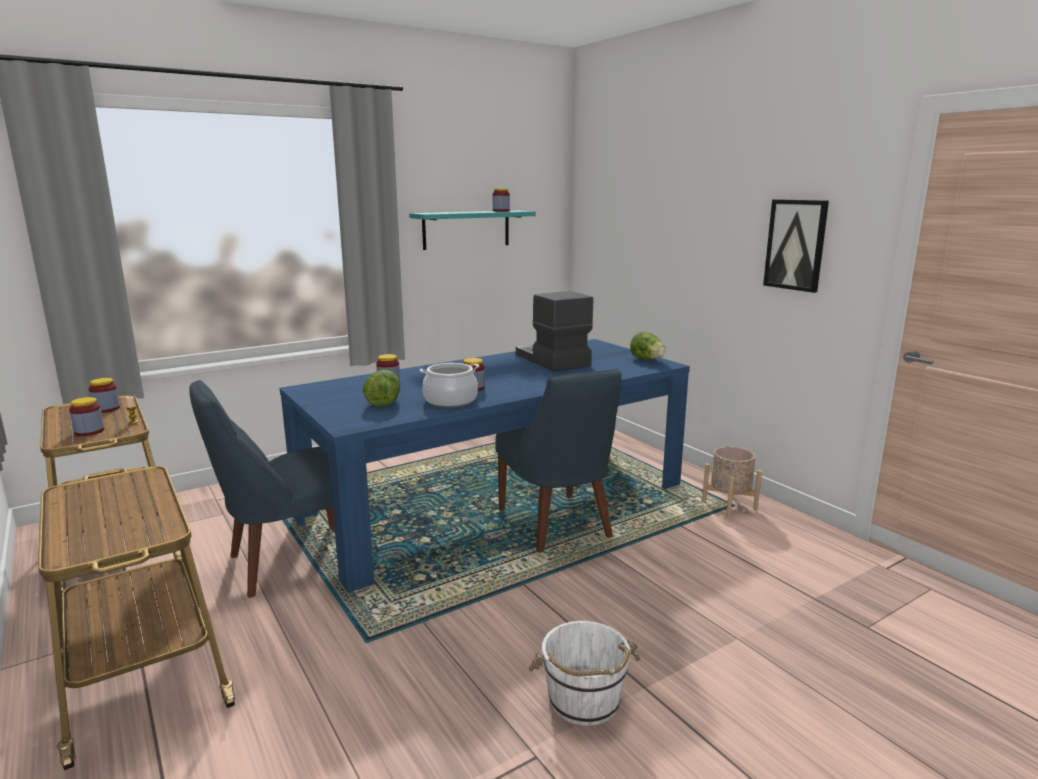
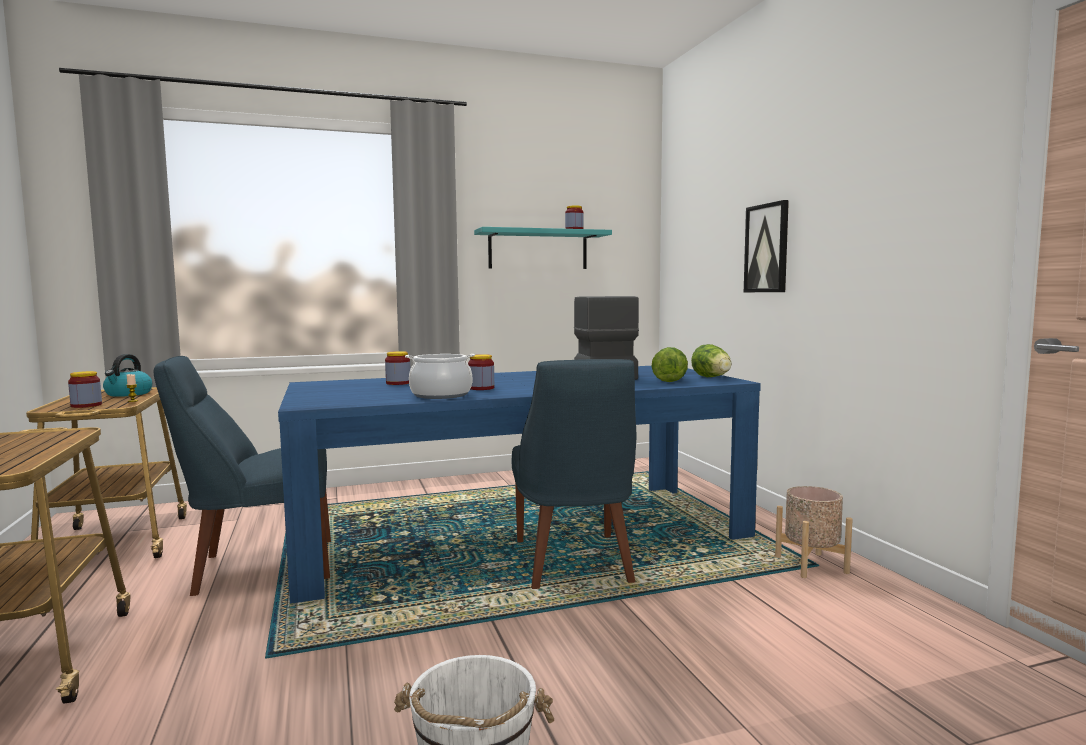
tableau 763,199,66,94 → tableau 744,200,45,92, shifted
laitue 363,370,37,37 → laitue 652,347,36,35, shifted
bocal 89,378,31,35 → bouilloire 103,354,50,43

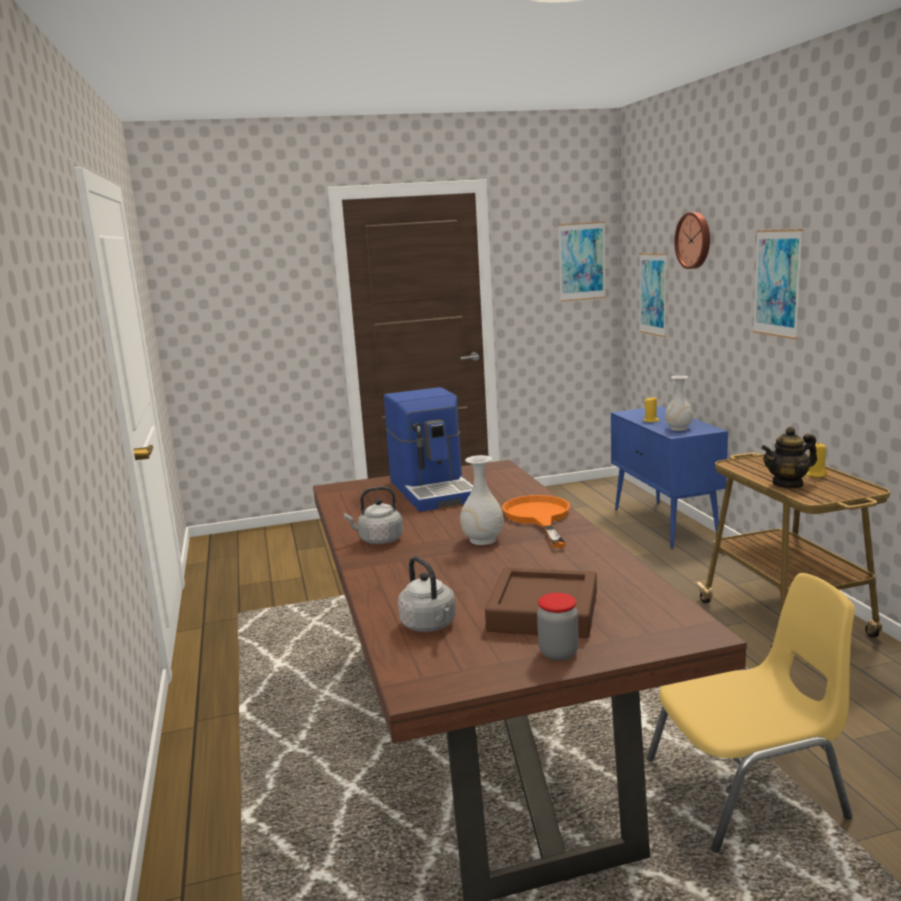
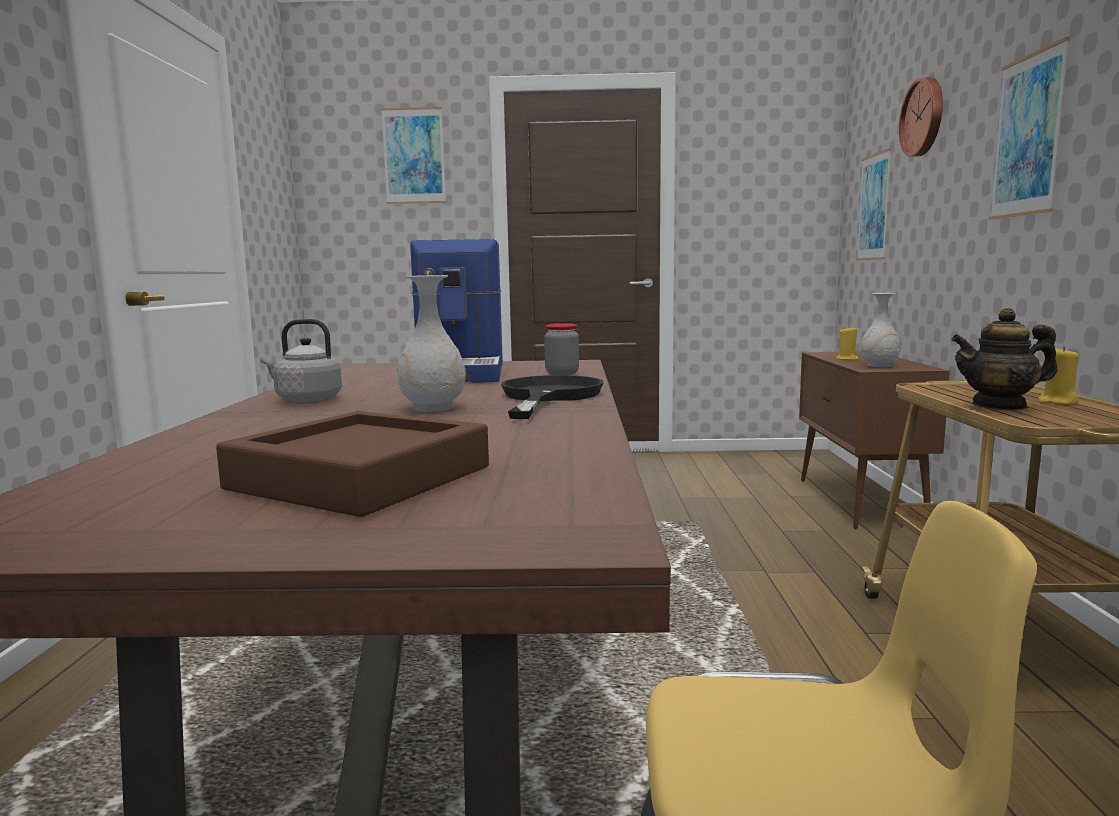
tableau 558,221,48,81 → tableau 381,107,65,97, shifted
meuble de rangement [bleu] 611,406,117,143 → meuble de rangement [marron] 799,351,151,178
poêle [orange] 502,495,68,53 → poêle [noir] 501,375,103,44
bouilloire [gris] 398,556,58,76 → -
bocal 537,593,42,68 → bocal 544,323,35,52, shifted

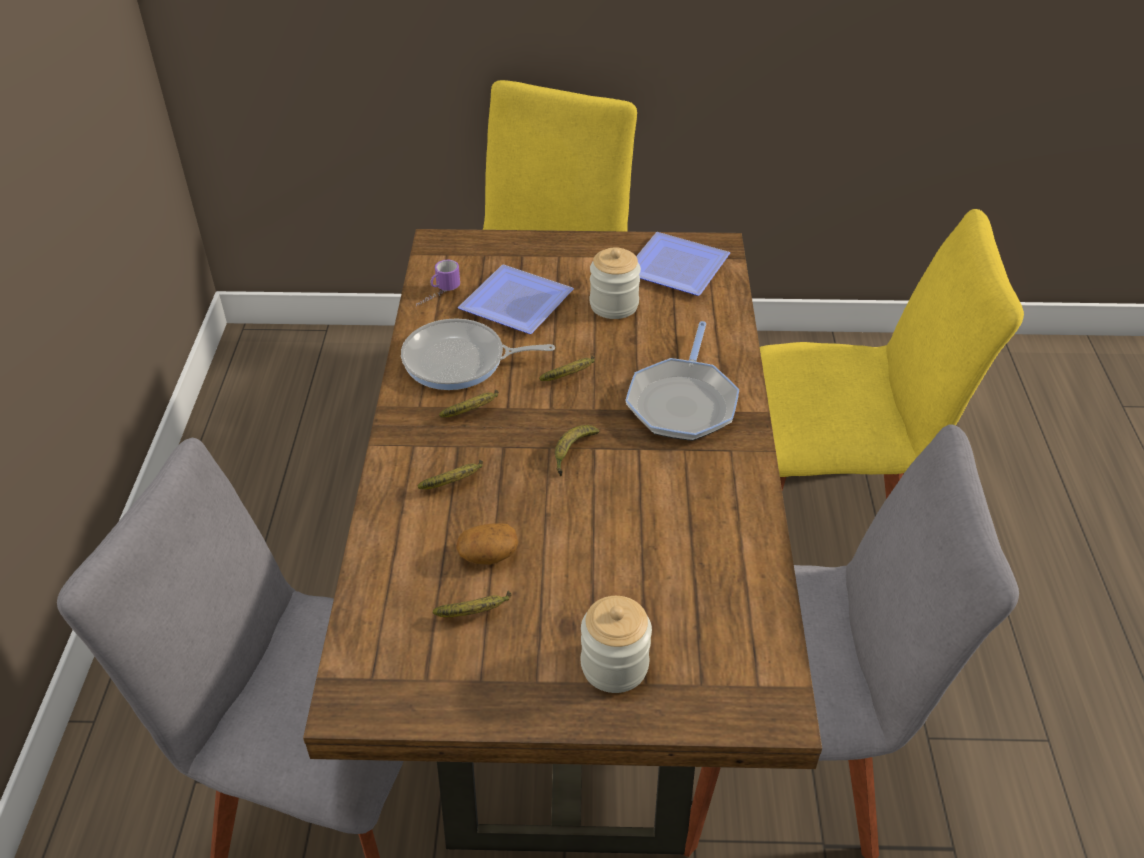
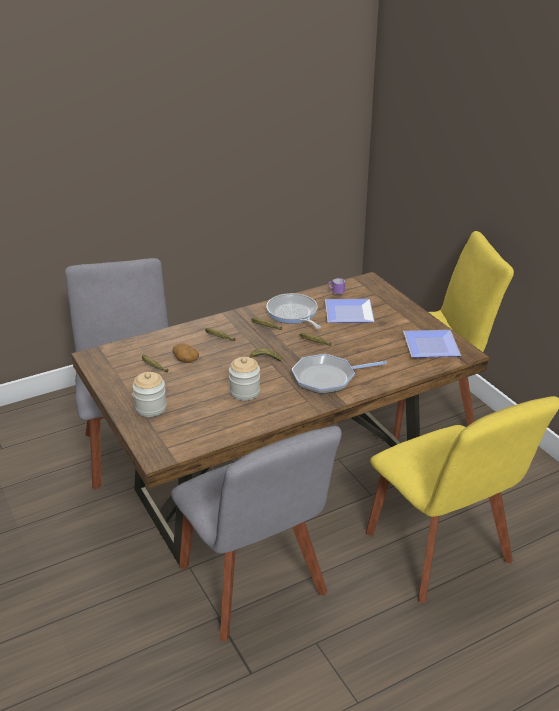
bocal 590,247,51,72 → bocal 229,357,31,44, shifted

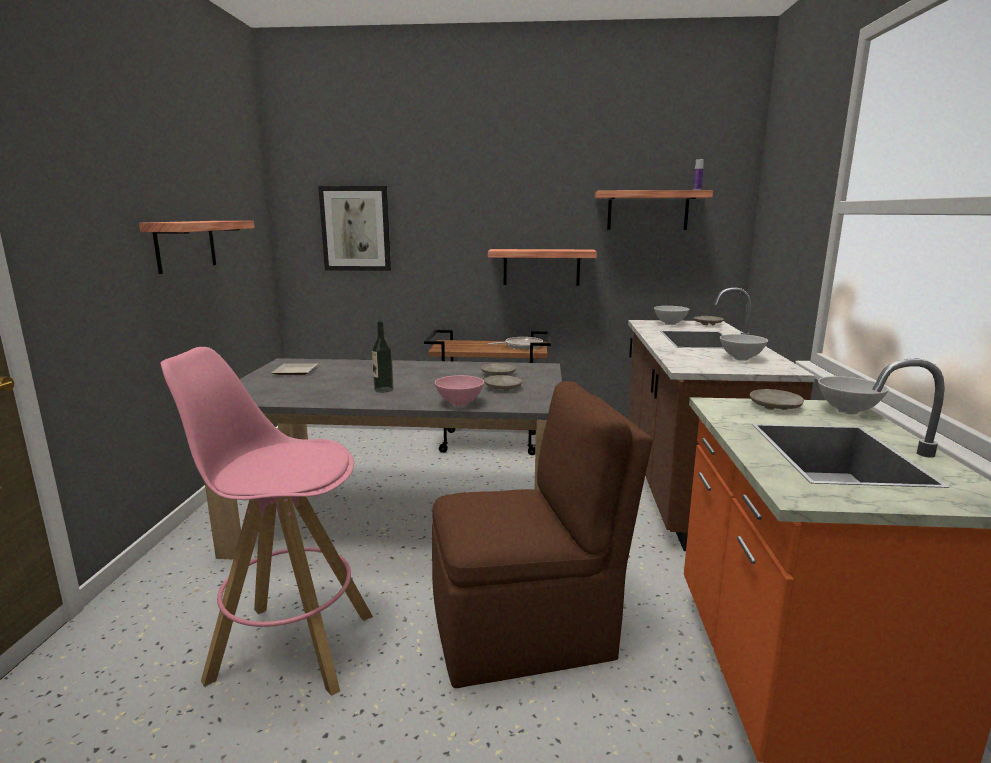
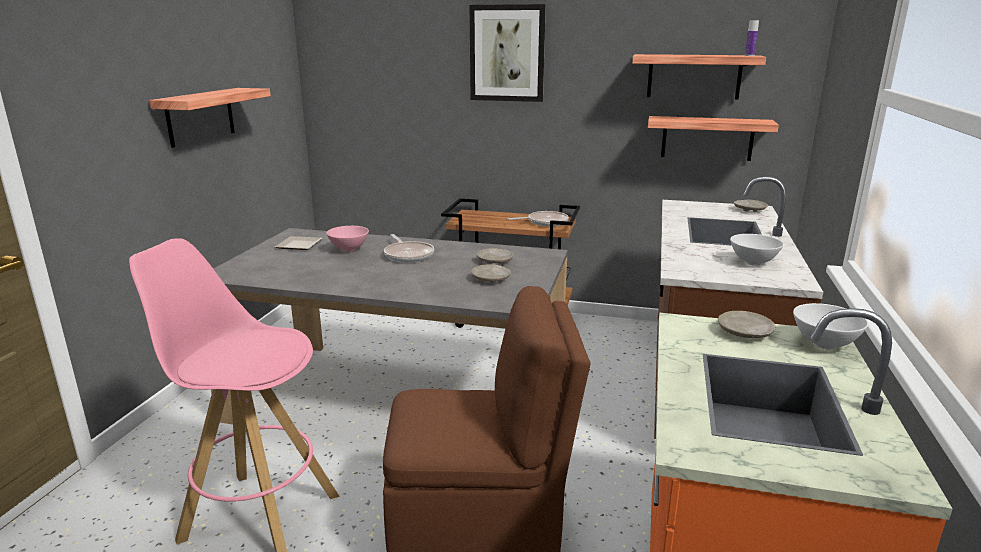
tableau 318,186,73,85 → tableau 470,4,76,98, shifted
étagère 488,249,109,37 → étagère 648,116,131,45, shifted
bol [blanc] 654,306,36,19 → -
bouteille 372,320,22,73 → -
bol [rose] 435,375,49,31 → bol [rose] 326,226,43,26, shifted
- → poêle 384,234,50,28

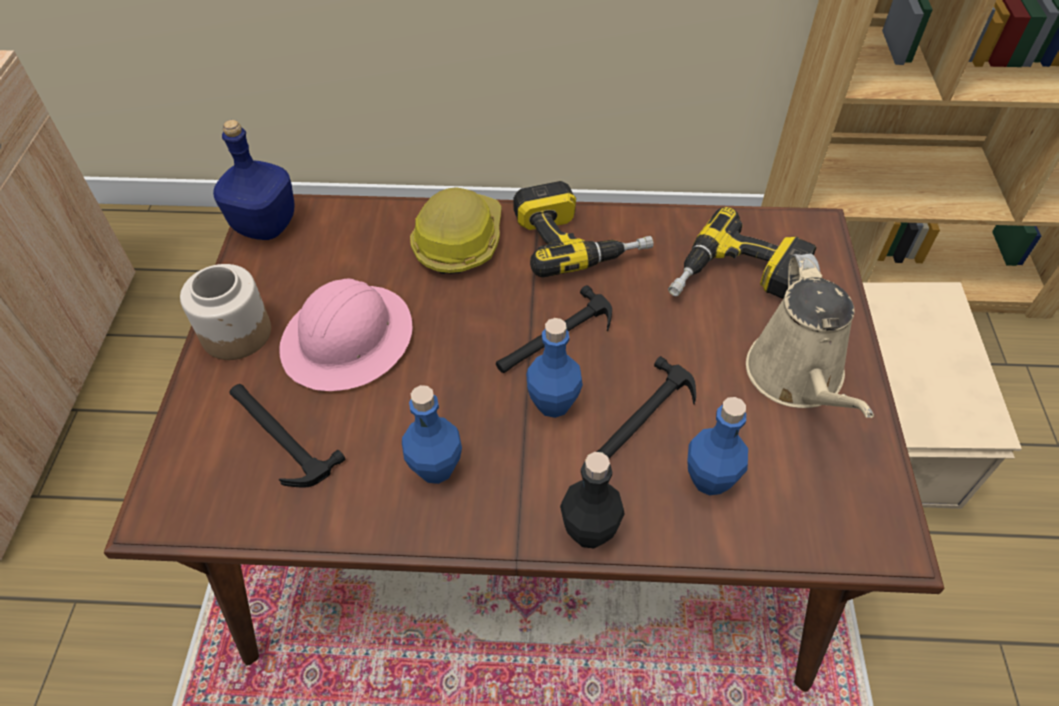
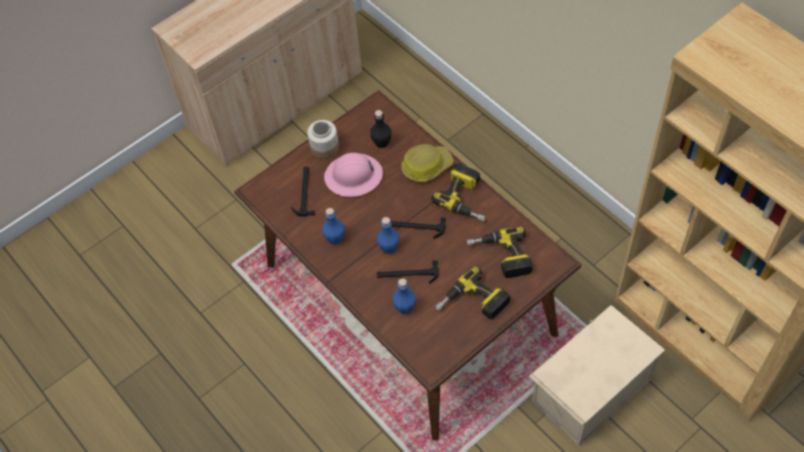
bouteille [bleu] 213,120,82,120 → -
arrosoir [beige] 746,254,128,164 → perceuse 435,266,75,53
bouteille [noir] 560,452,65,96 → bouteille [noir] 370,110,21,38, shifted

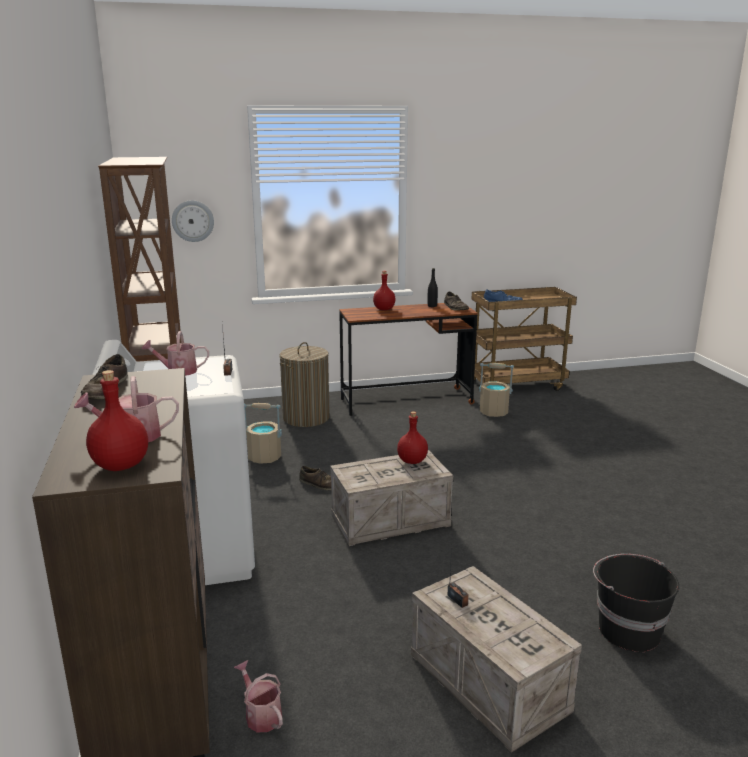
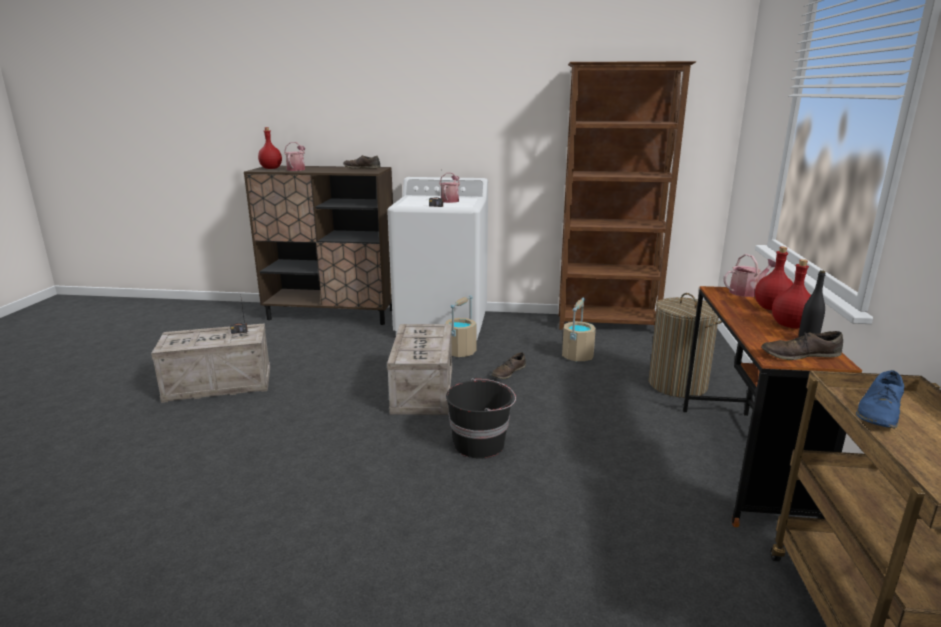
horloge murale 172,200,42,42 → -
seau [beige] 479,363,35,54 → seau [beige] 445,295,32,62, shifted
bouteille [rouge] 397,411,31,53 → bouteille [rouge] 772,259,39,69, shifted
seau [noir] 593,554,86,98 → seau [noir] 446,378,70,81, shifted
arrosoir 234,660,49,72 → arrosoir 723,254,53,43, shifted

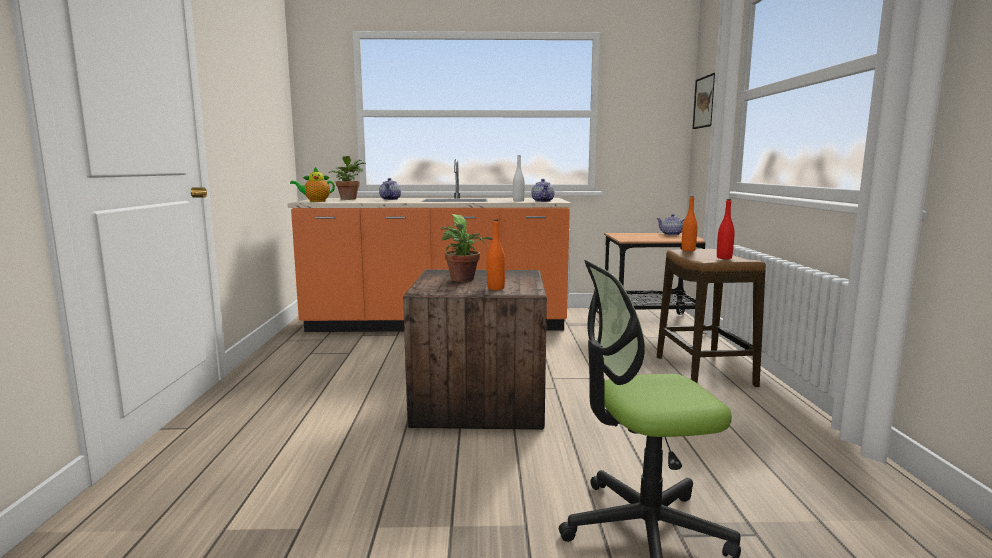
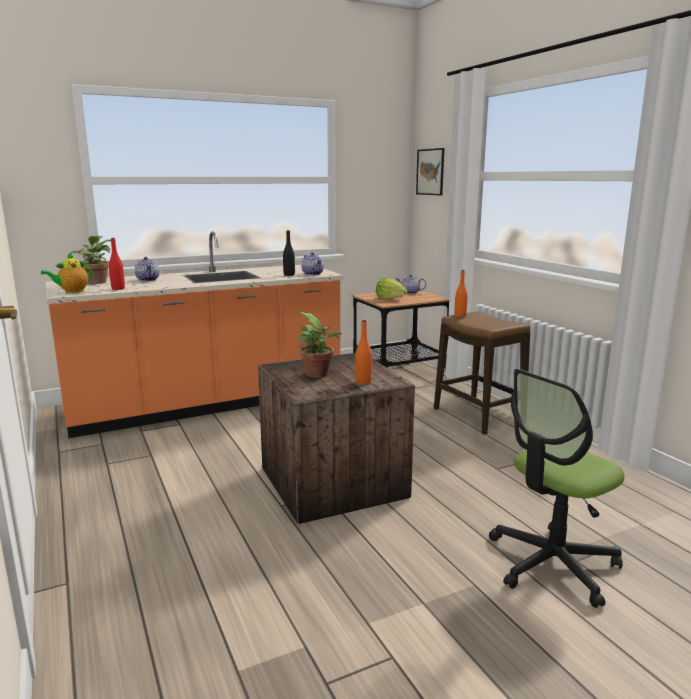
bouteille [blanc] 513,155,12,47 → bouteille [noir] 283,230,12,46
bouteille [rouge] 717,199,18,60 → bouteille [rouge] 109,238,16,52, shifted
- → laitue 376,278,31,21

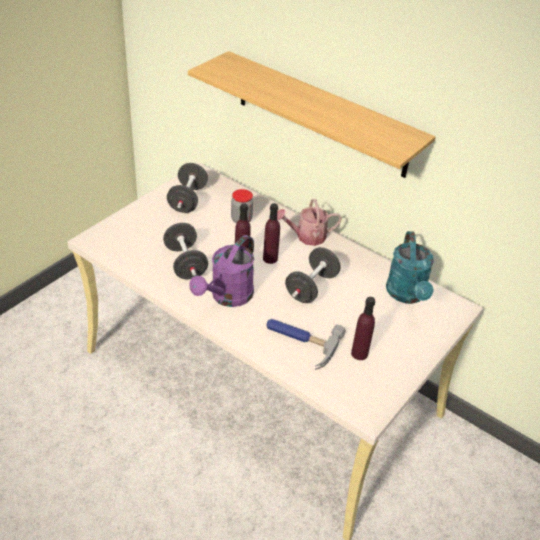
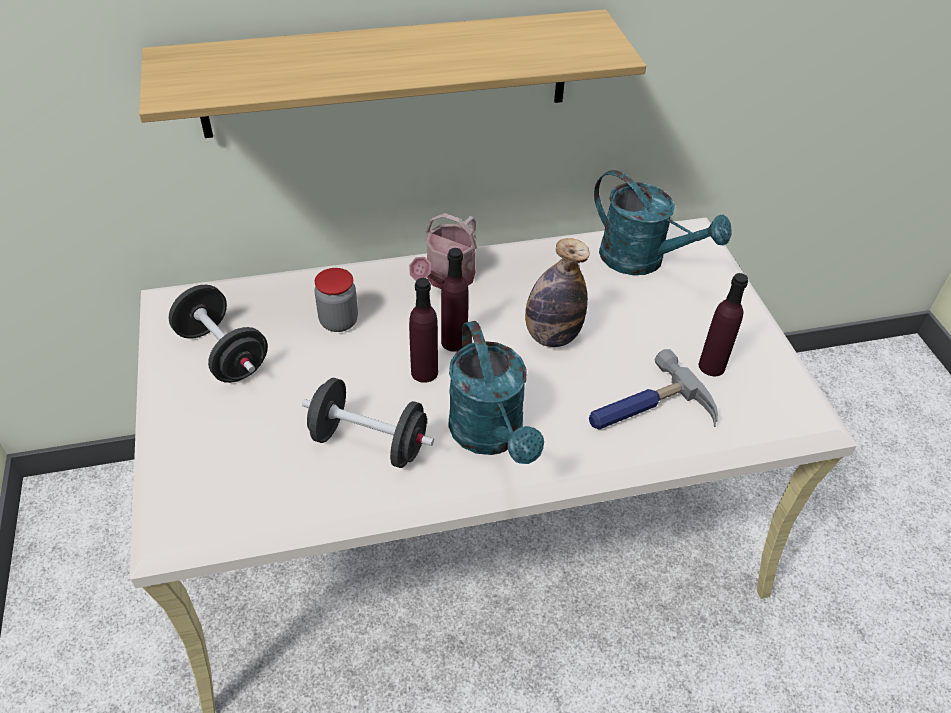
arrosoir [violet] 189,235,65,72 → arrosoir [turquoise] 448,321,96,143
haltère [noir] 285,247,56,56 → bouteille 525,238,65,109

